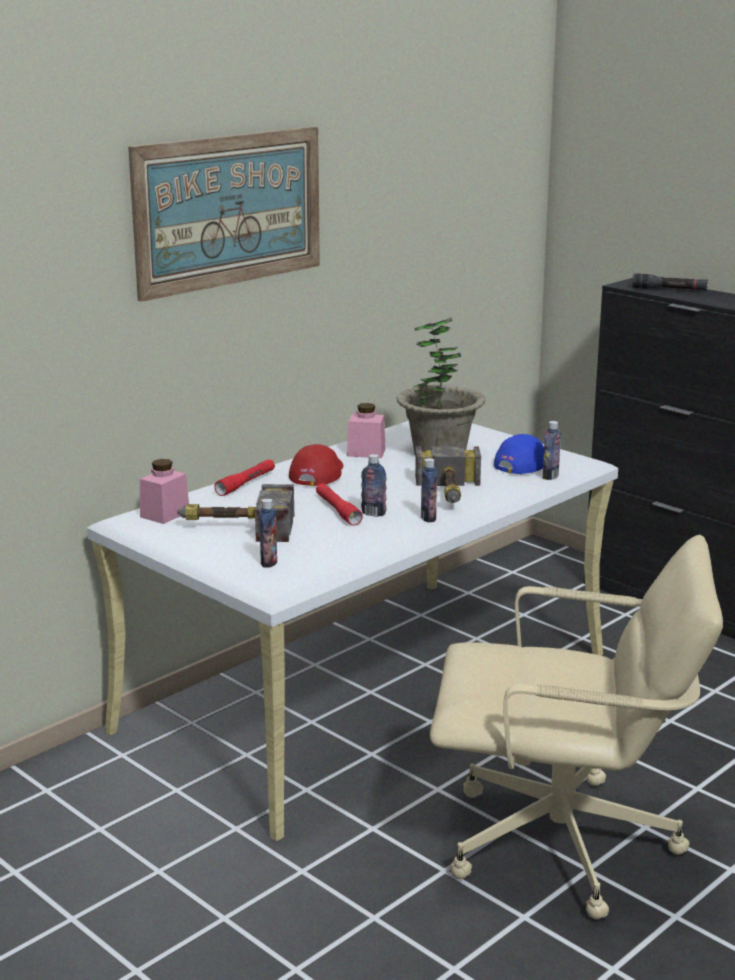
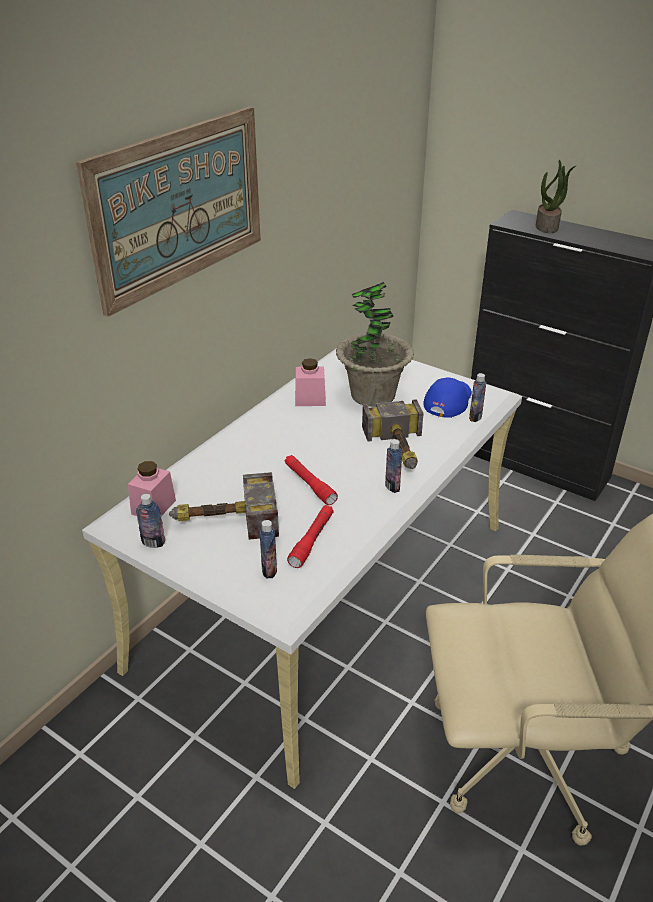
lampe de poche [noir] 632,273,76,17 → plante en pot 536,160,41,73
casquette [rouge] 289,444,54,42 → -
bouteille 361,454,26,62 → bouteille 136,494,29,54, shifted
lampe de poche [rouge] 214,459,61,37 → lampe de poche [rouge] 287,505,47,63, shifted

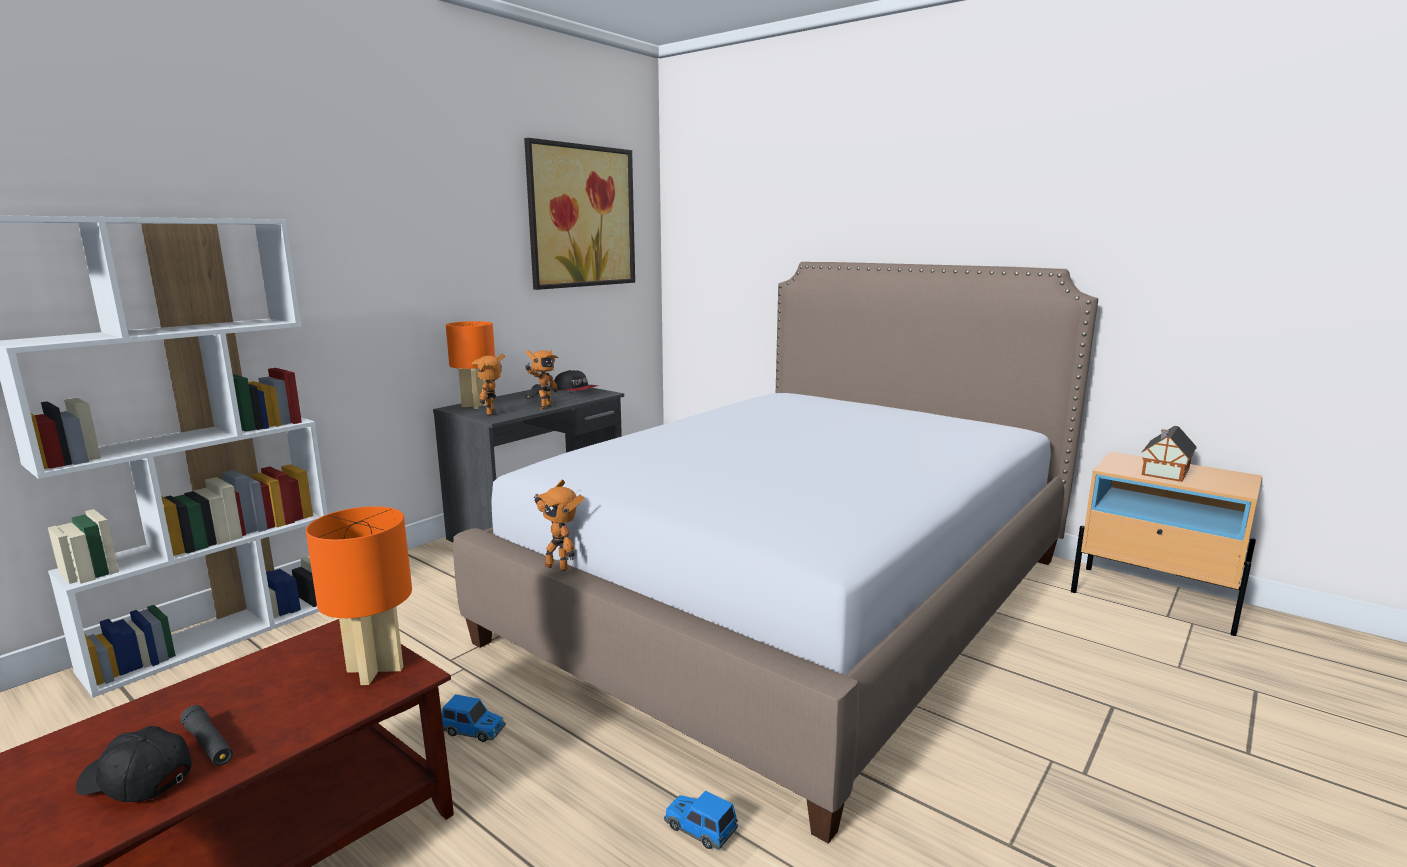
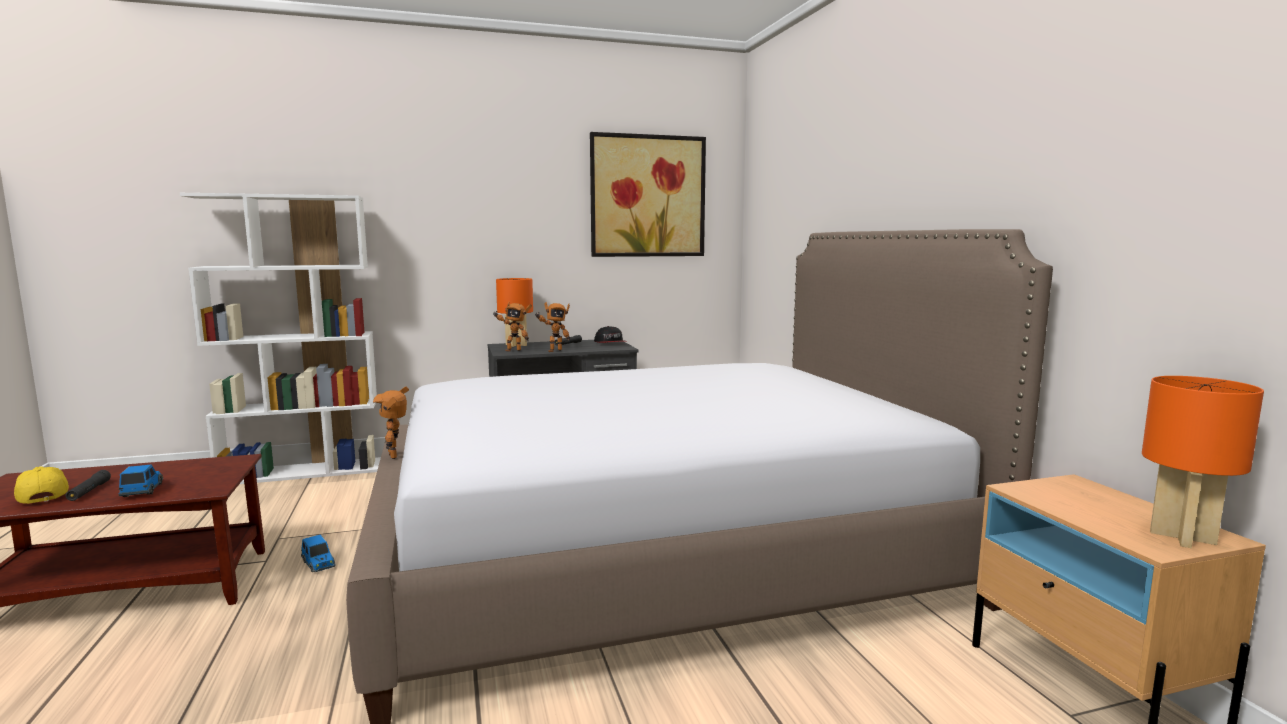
robot jouet 471,354,34,61 → robot jouet 494,302,38,49, 135 degrees counterclockwise
maison miniature 1141,426,56,56 → -
lampe de table [orange] 306,506,106,179 → lampe de table [orange] 1142,376,122,172, shifted
casquette [noir] 76,726,116,76 → casquette [jaune] 14,466,55,38
petite voiture 664,790,74,60 → petite voiture 118,464,45,33, shifted

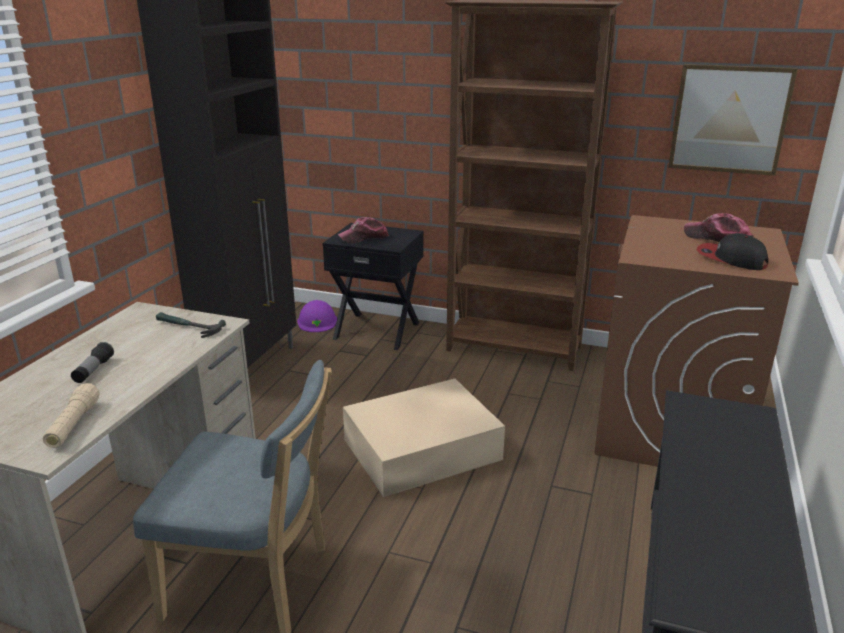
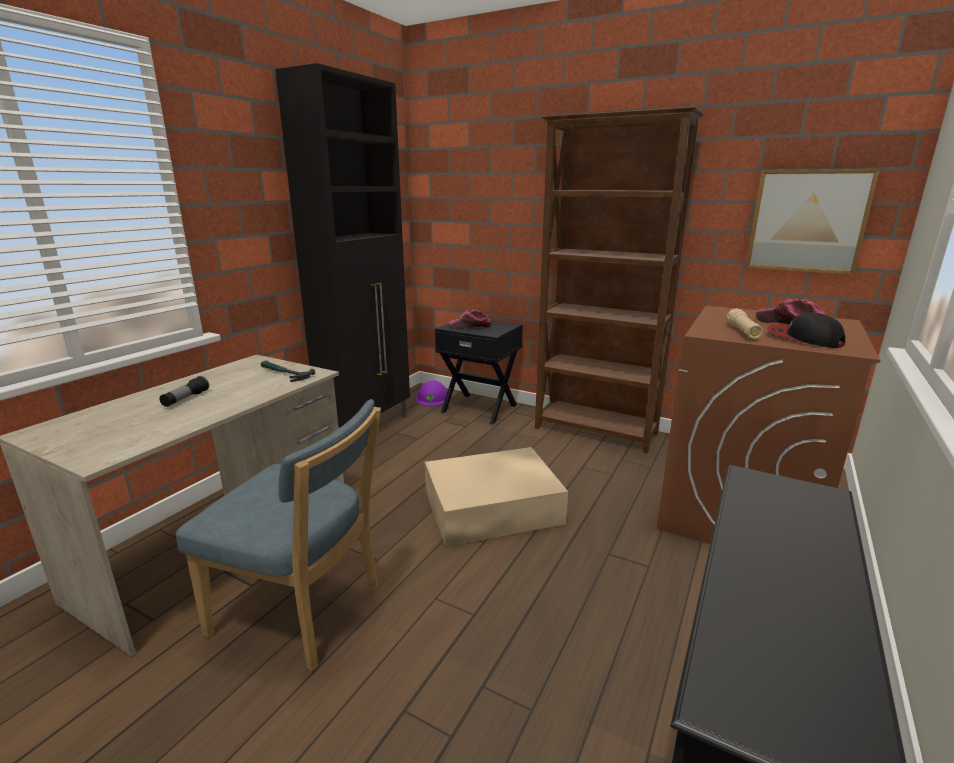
lampe de poche [beige] 43,383,56,65 → lampe de poche [beige] 727,308,36,31, shifted

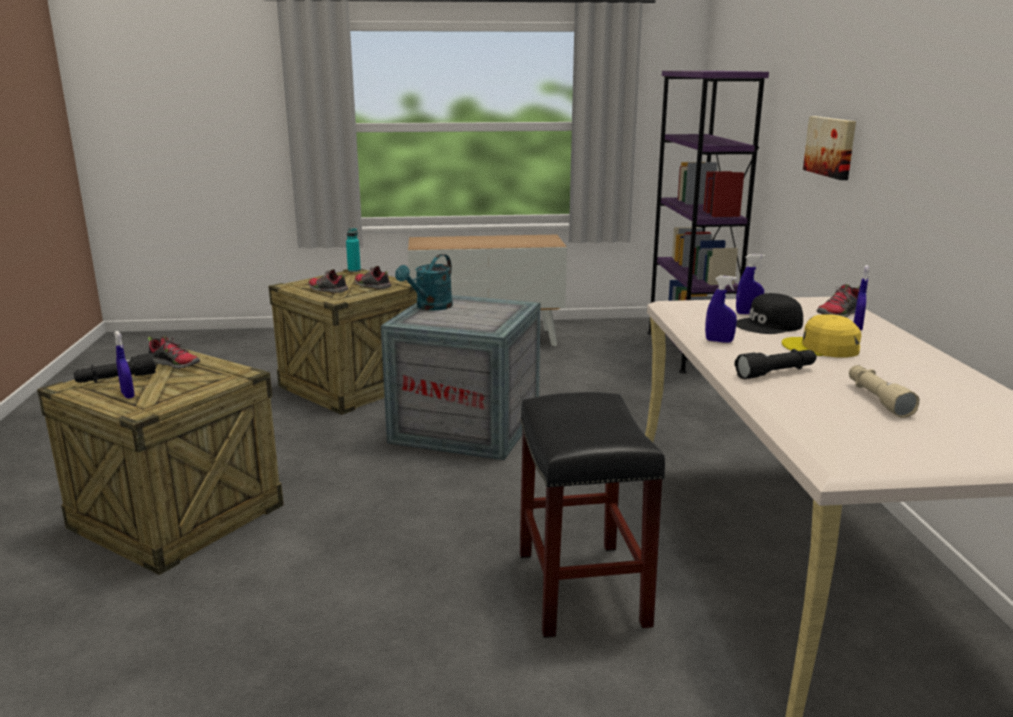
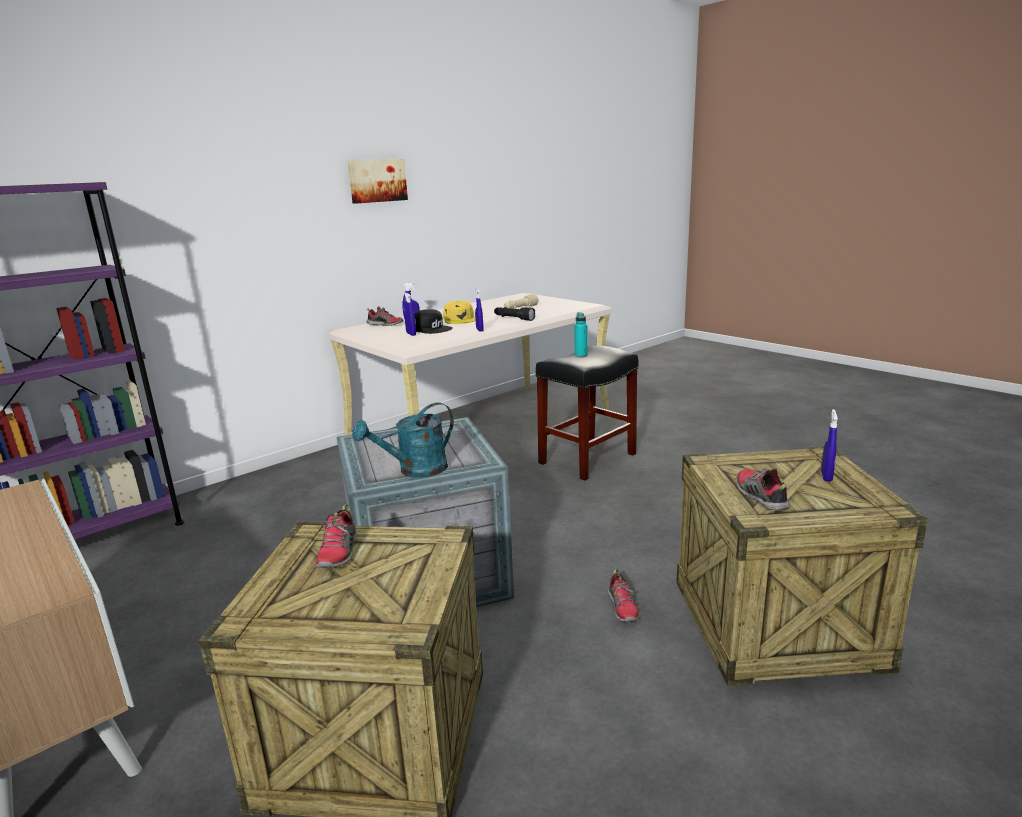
tableau 803,116,53,64 → tableau 347,159,61,45, shifted
bouteille [turquoise] 346,228,15,44 → bouteille [turquoise] 574,312,14,45, shifted
arrosoir [turquoise] 395,254,58,57 → arrosoir [turquoise] 352,402,102,76, 150 degrees clockwise
chaussure 308,269,40,24 → chaussure 608,569,32,53, shifted
lampe de poche [noir] 74,353,82,30 → -

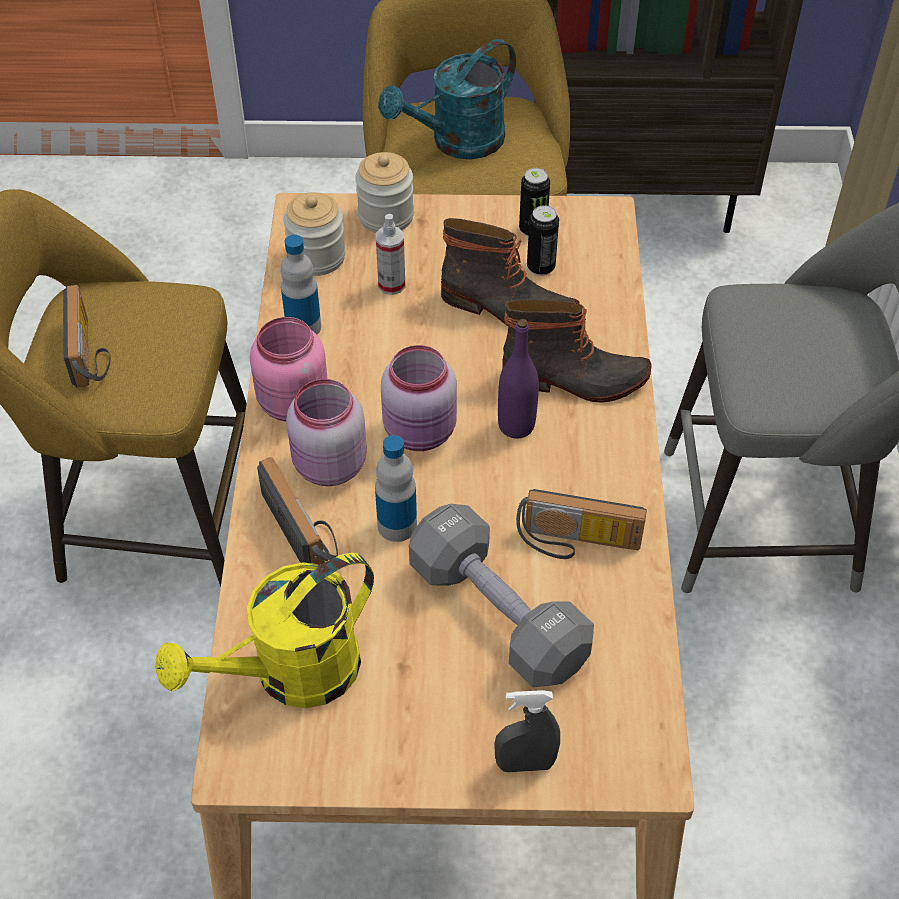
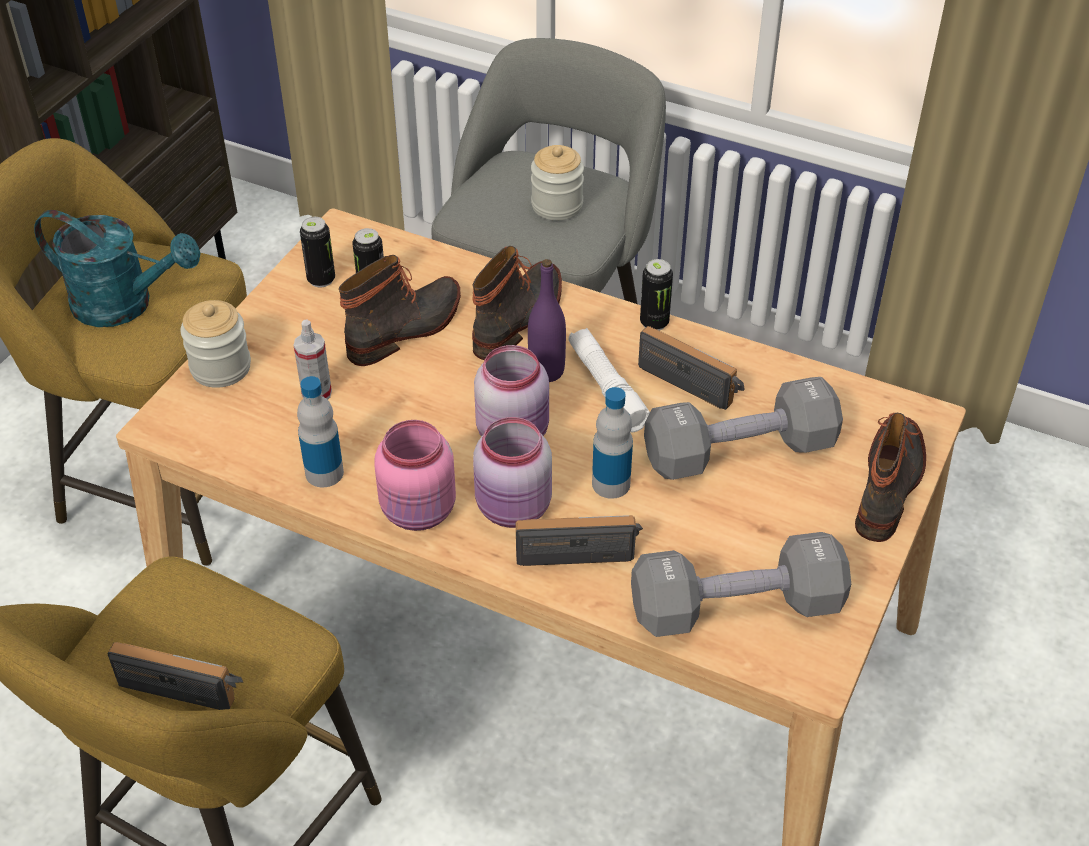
arrosoir [turquoise] 378,39,138,120 → arrosoir [turquoise] 34,210,166,117, 60 degrees counterclockwise
bocal 283,192,63,84 → bocal 531,145,53,75, shifted
radio 516,489,131,70 → radio 638,326,107,84, 90 degrees counterclockwise
arrosoir [jaune] 155,553,219,155 → haltère [gris] 631,532,220,105
vaporisateur [gris] 494,690,66,82 → botte 855,413,71,129
- → boîte métallique 640,259,33,72
- → lampe de poche [blanc] 568,328,82,105

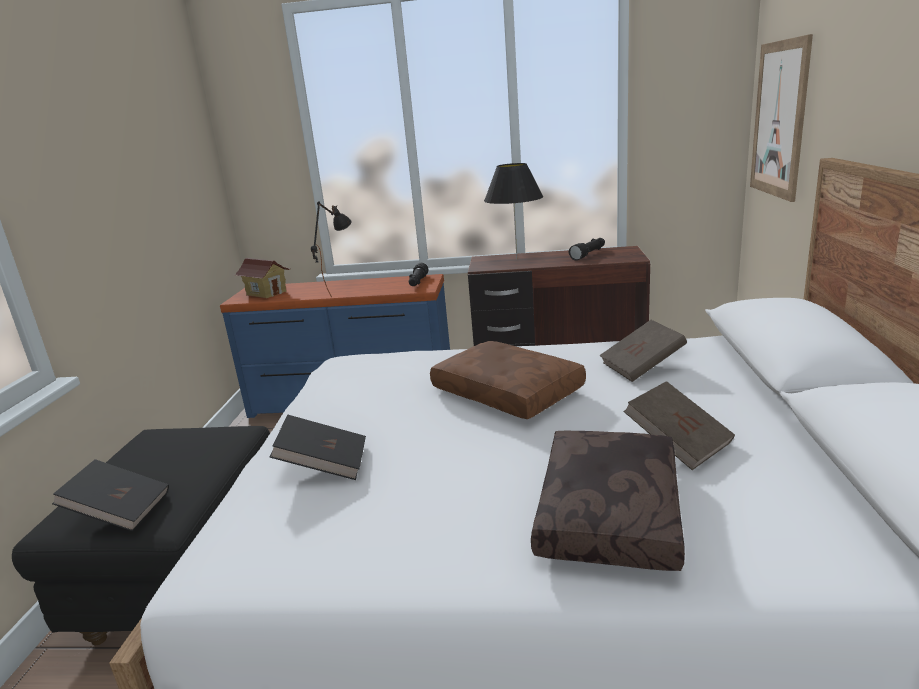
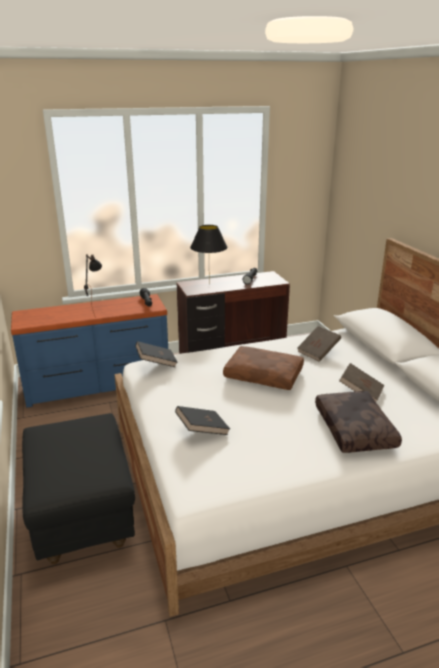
tableau 750,34,63,168 → -
maison miniature 235,258,56,40 → -
livre [noir] 52,459,117,72 → livre [noir] 135,341,43,26, shifted

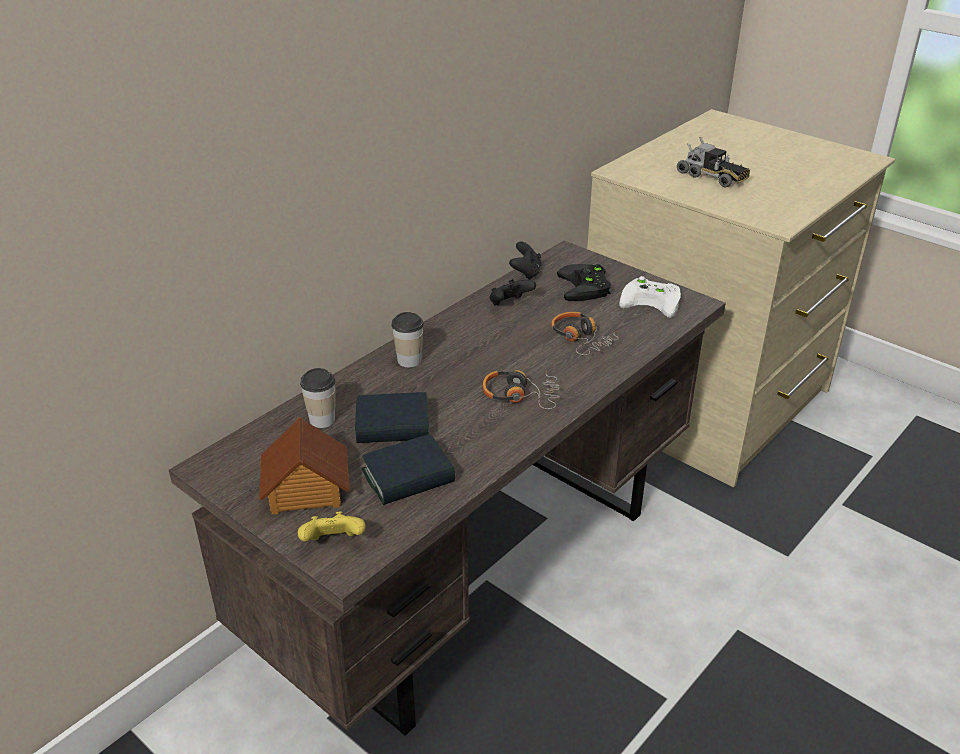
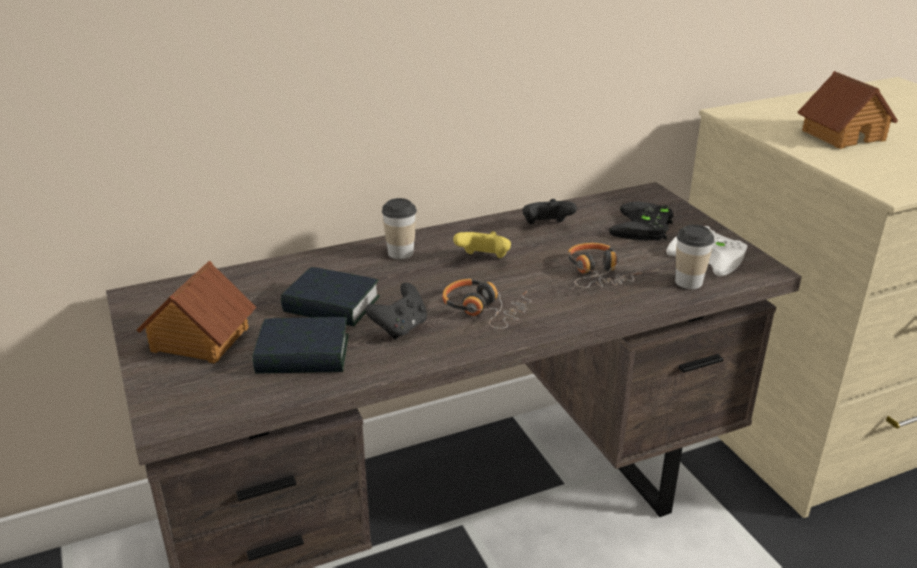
camion jouet 677,137,73,51 → maison miniature 798,71,100,78
manette [noir] 509,241,33,39 → manette [noir] 365,282,62,58, shifted
tasse 300,368,35,60 → tasse 675,224,40,65, shifted
manette [jaune] 298,511,68,31 → manette [jaune] 453,232,58,26, shifted

